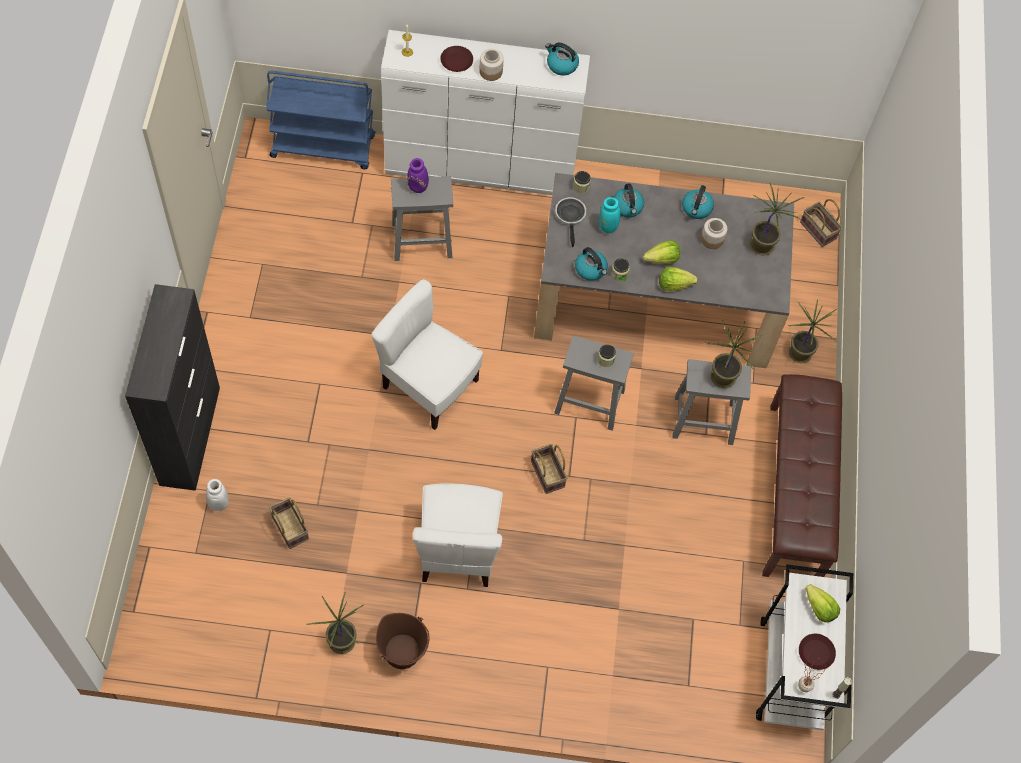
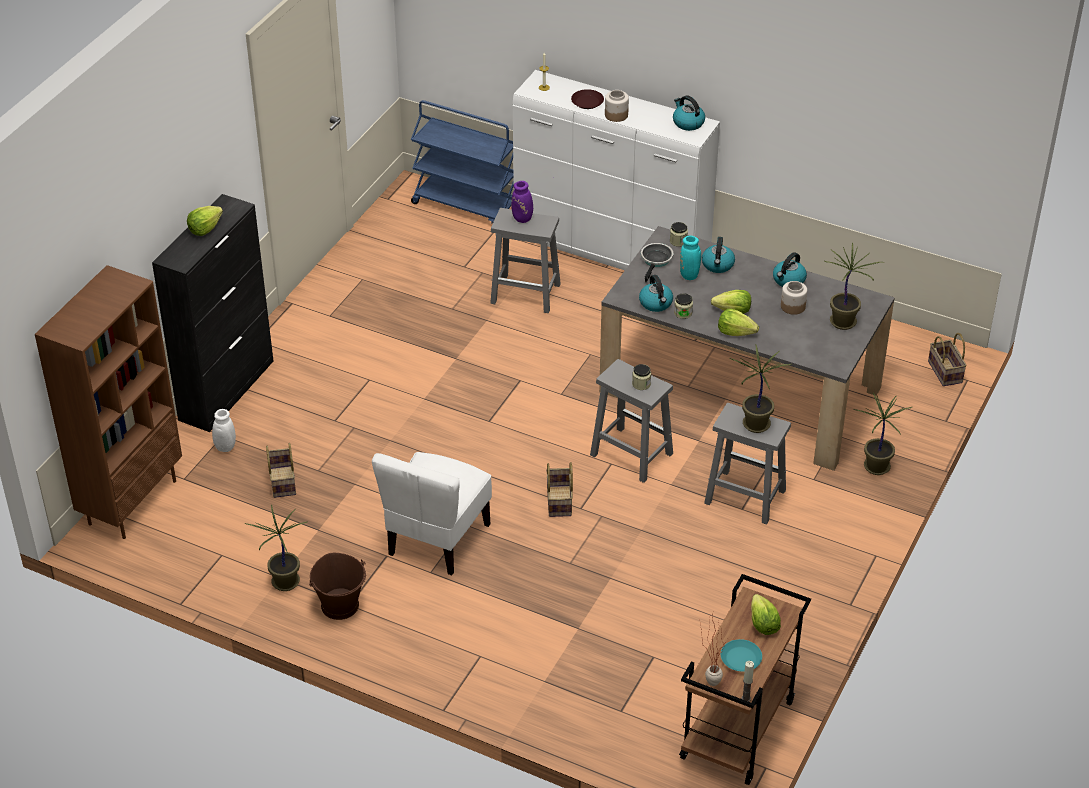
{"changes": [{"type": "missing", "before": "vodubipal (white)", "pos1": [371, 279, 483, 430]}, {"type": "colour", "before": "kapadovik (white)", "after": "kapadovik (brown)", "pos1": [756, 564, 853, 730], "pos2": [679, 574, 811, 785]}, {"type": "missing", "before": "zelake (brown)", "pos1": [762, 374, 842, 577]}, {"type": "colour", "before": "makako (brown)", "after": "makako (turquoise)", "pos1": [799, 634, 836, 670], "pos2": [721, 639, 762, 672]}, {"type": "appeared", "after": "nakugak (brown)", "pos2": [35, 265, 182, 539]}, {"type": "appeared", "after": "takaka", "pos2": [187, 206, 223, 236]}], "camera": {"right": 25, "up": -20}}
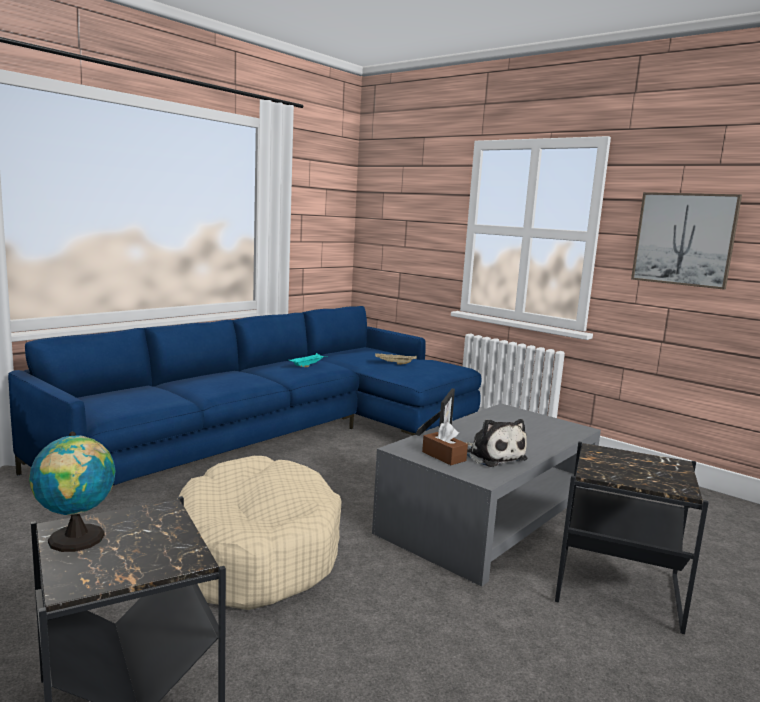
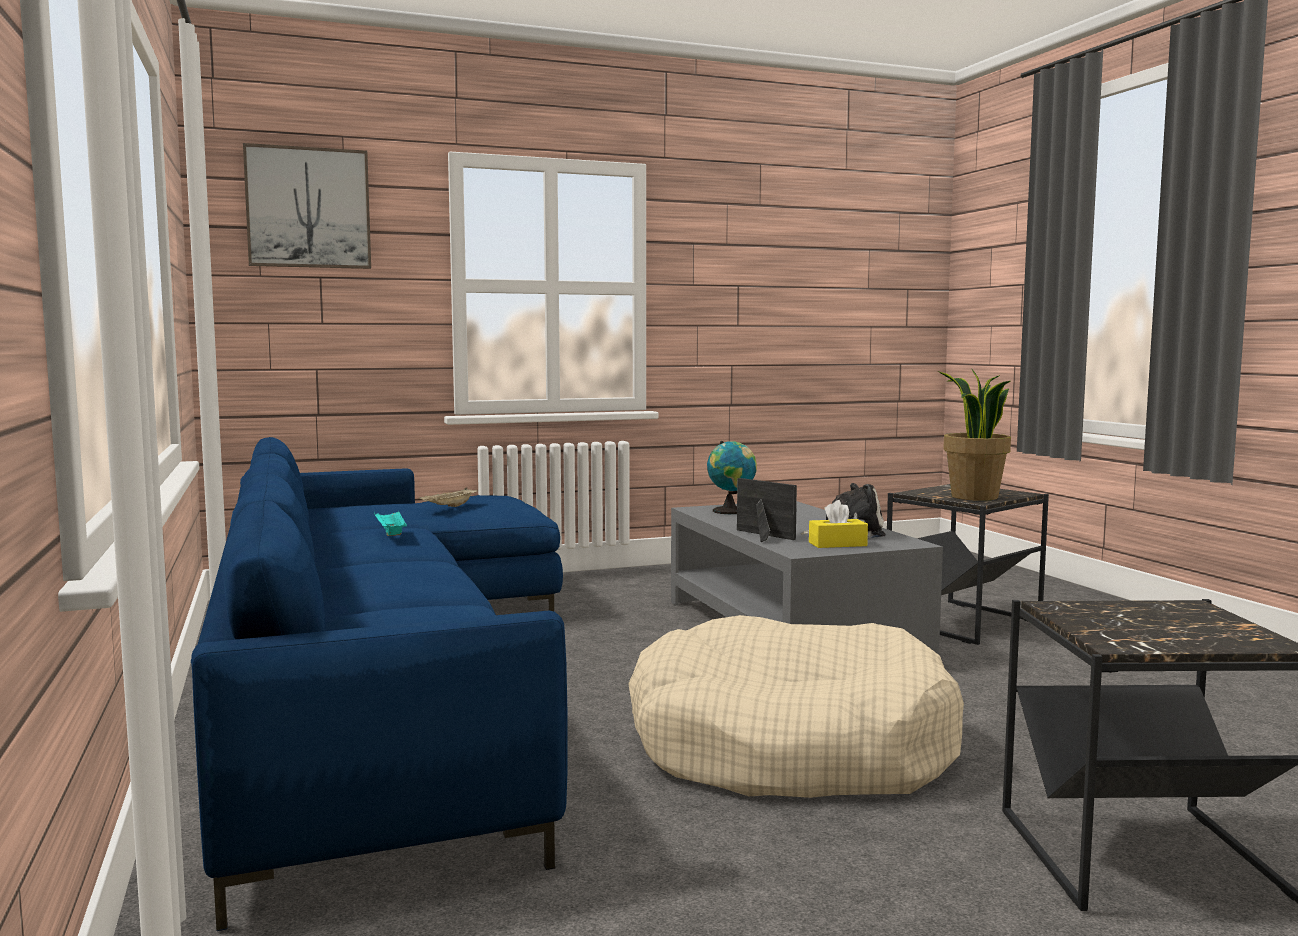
{"changes": [{"type": "relocated", "before": "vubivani", "pos1": [29, 432, 116, 552], "pos2": [707, 441, 757, 514]}, {"type": "colour", "before": "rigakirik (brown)", "after": "rigakirik (yellow)", "pos1": [422, 422, 468, 465], "pos2": [809, 500, 868, 548]}, {"type": "relocated", "before": "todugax", "pos1": [631, 192, 742, 289], "pos2": [243, 143, 371, 269]}, {"type": "appeared", "after": "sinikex", "pos2": [938, 368, 1011, 501]}], "camera": {"right": -60, "up": -5}}
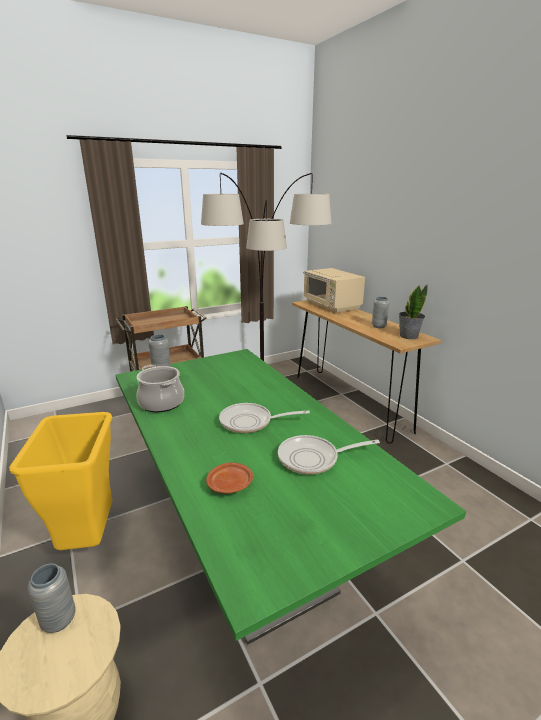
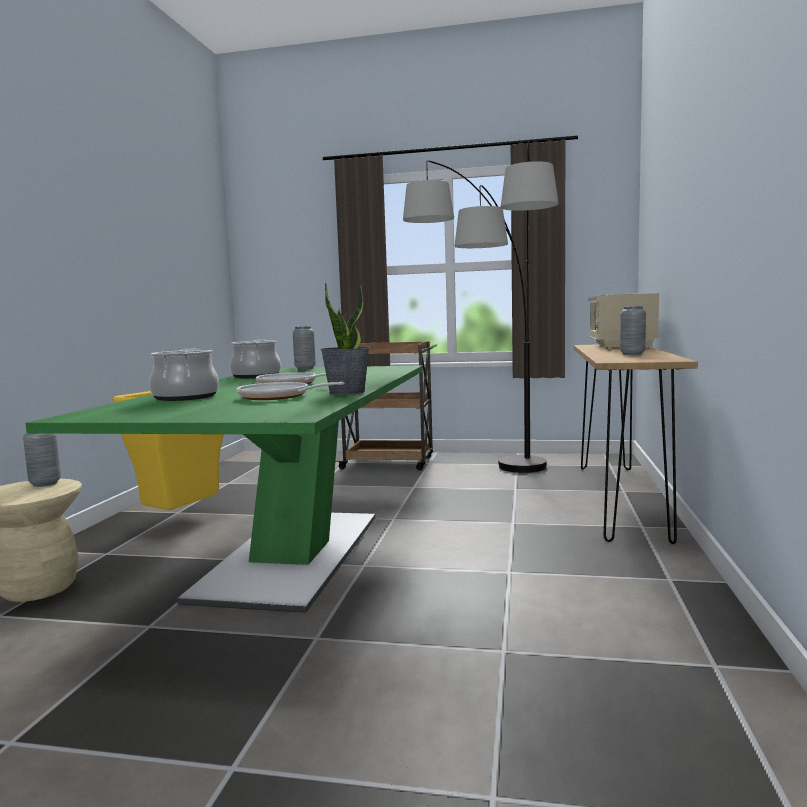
{"changes": [{"type": "exchanged", "before": "makako (brown)", "after": "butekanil", "pos1": [206, 462, 253, 494], "pos2": [149, 349, 219, 401]}, {"type": "relocated", "before": "sinikex", "pos1": [399, 284, 428, 339], "pos2": [320, 282, 370, 395]}], "camera": {"right": 40, "up": -15}}
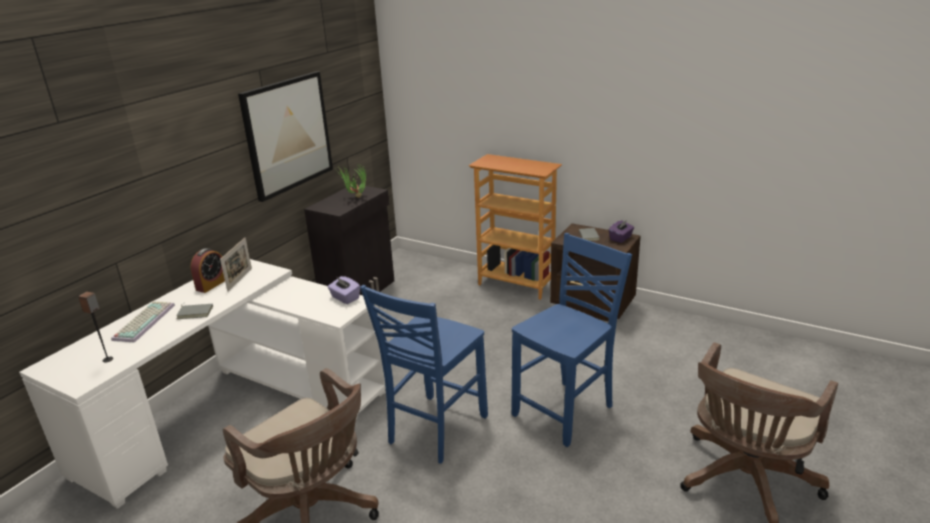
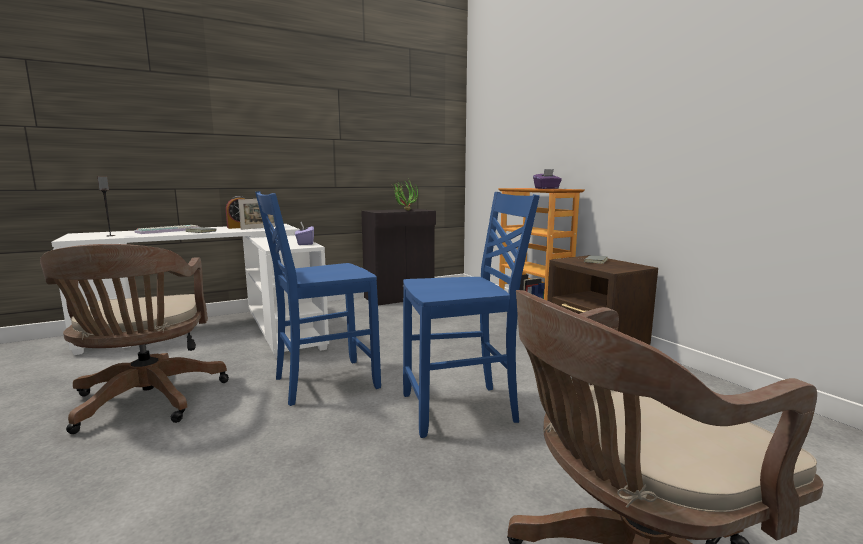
{"changes": [{"type": "missing", "before": "todugax", "pos1": [238, 71, 333, 202]}, {"type": "relocated", "before": "rigakirik (purple)", "pos1": [609, 219, 634, 243], "pos2": [533, 169, 562, 189]}], "camera": {"right": 30, "up": -15}}
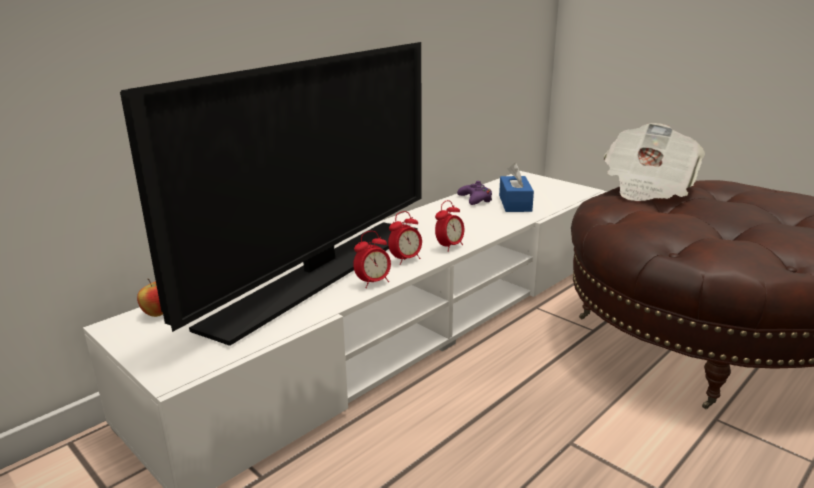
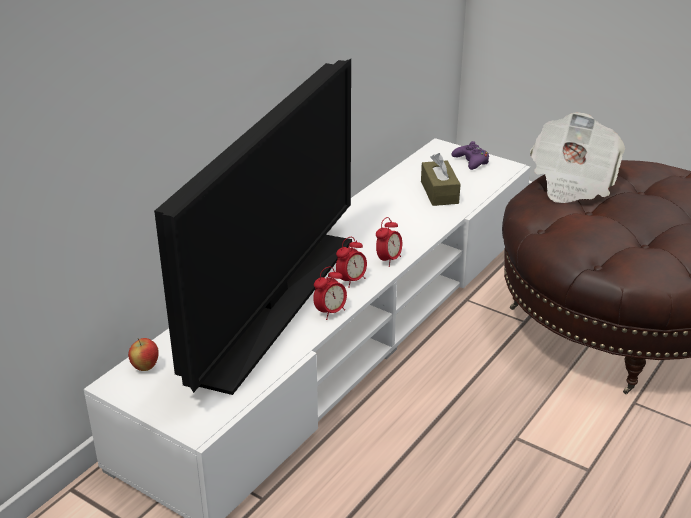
{"changes": [{"type": "relocated", "before": "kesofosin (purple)", "pos1": [457, 181, 492, 205], "pos2": [452, 141, 489, 170]}, {"type": "colour", "before": "rigakirik (blue)", "after": "rigakirik (brown)", "pos1": [499, 163, 534, 212], "pos2": [421, 153, 461, 206]}], "camera": {"right": -10, "up": 10}}
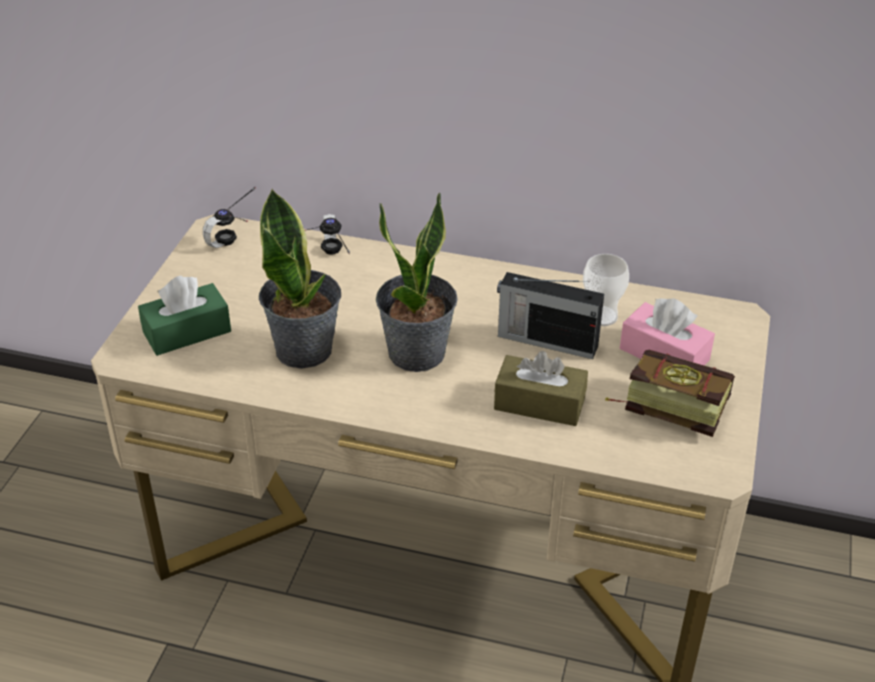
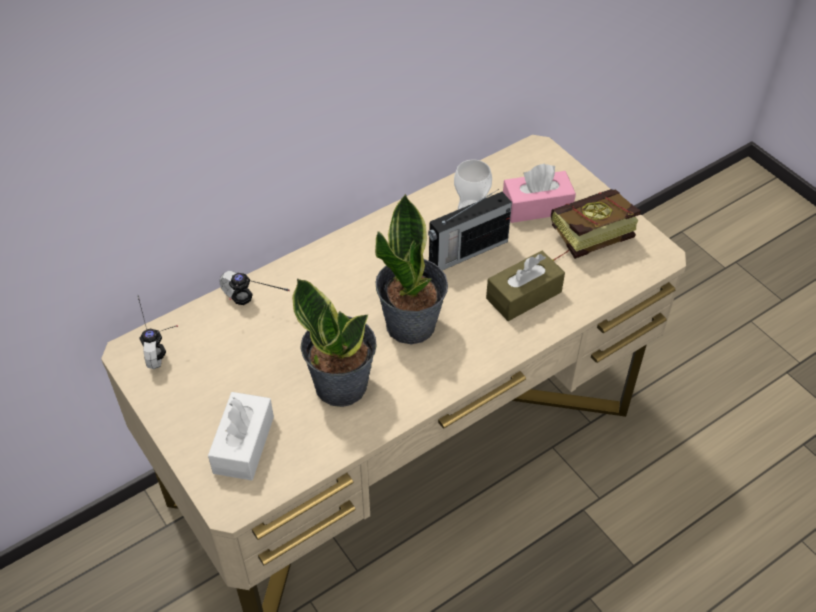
{"changes": [{"type": "colour", "before": "rigakirik (green)", "after": "rigakirik (white)", "pos1": [138, 276, 231, 356], "pos2": [208, 392, 274, 481]}], "camera": {"right": -50, "up": 10}}
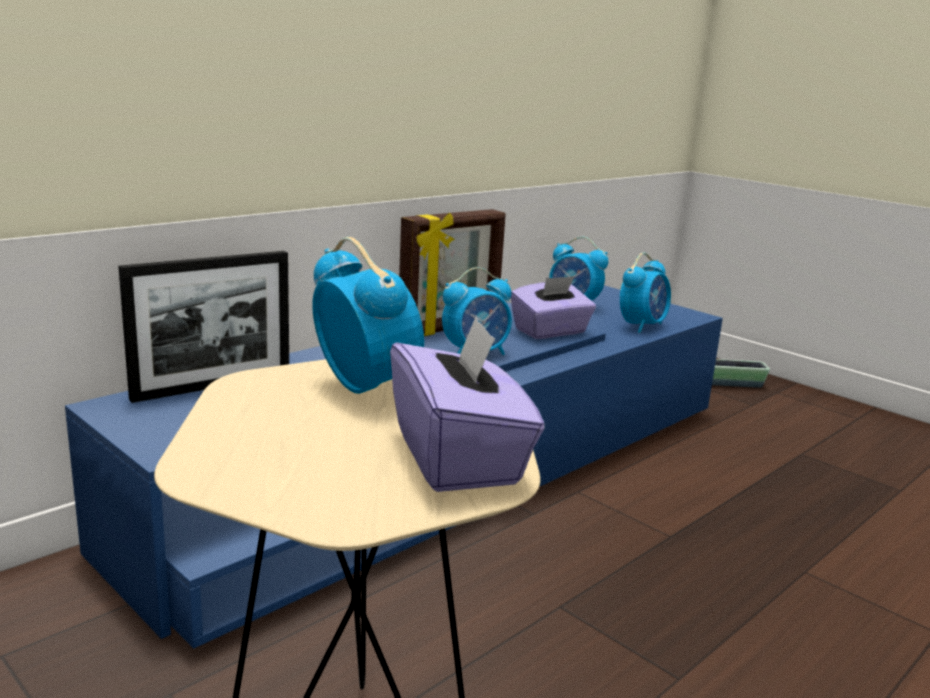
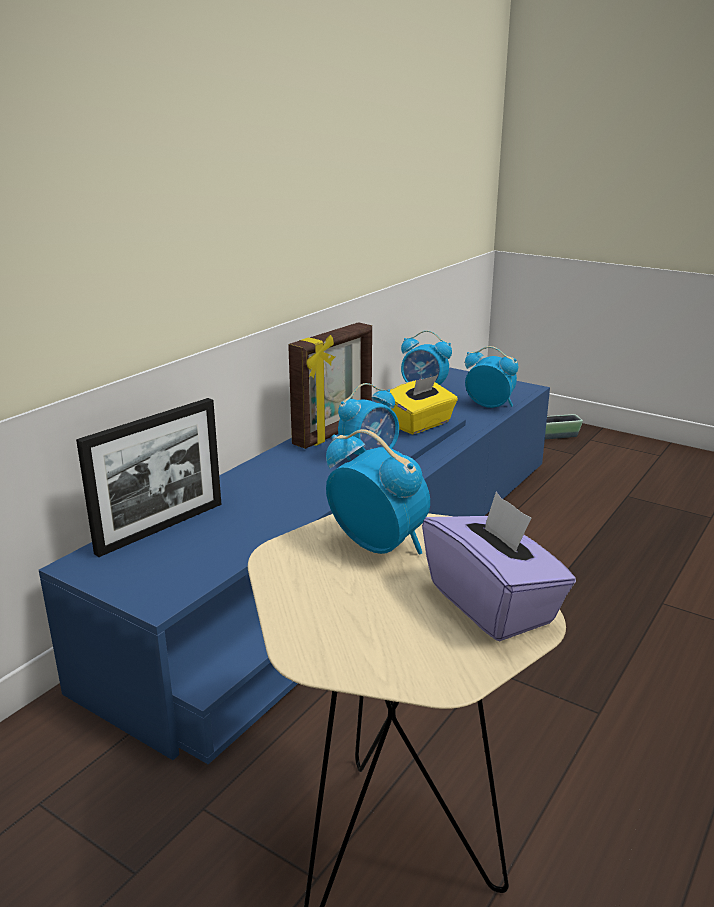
{"changes": [{"type": "colour", "before": "rigakirik (purple)", "after": "rigakirik (yellow)", "pos1": [511, 276, 596, 339], "pos2": [390, 375, 458, 434]}, {"type": "spun", "before": "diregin", "pos1": [620, 252, 671, 333], "pos2": [465, 346, 518, 408], "turn": -90}], "camera": {"right": -10, "up": 5}}
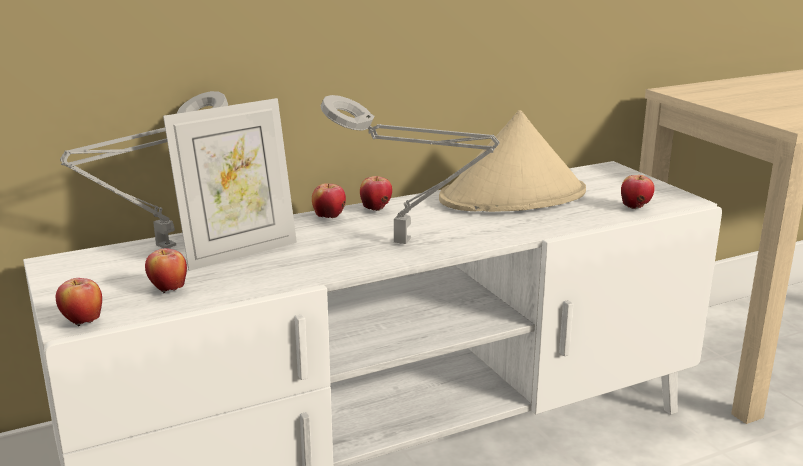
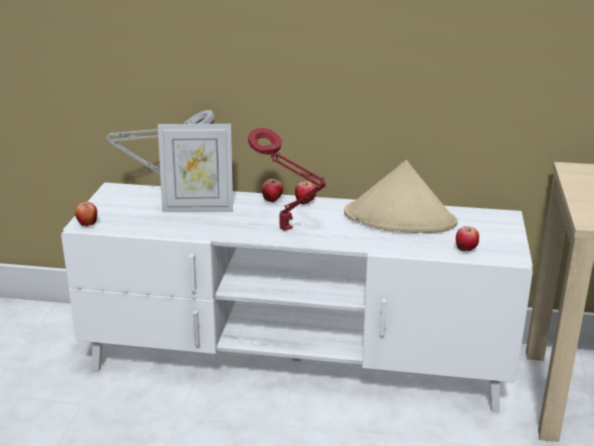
{"changes": [{"type": "missing", "before": "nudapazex", "pos1": [145, 248, 187, 293]}, {"type": "colour", "before": "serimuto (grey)", "after": "serimuto (red)", "pos1": [321, 95, 500, 244], "pos2": [248, 128, 326, 231]}], "camera": {"right": 35, "up": 5}}
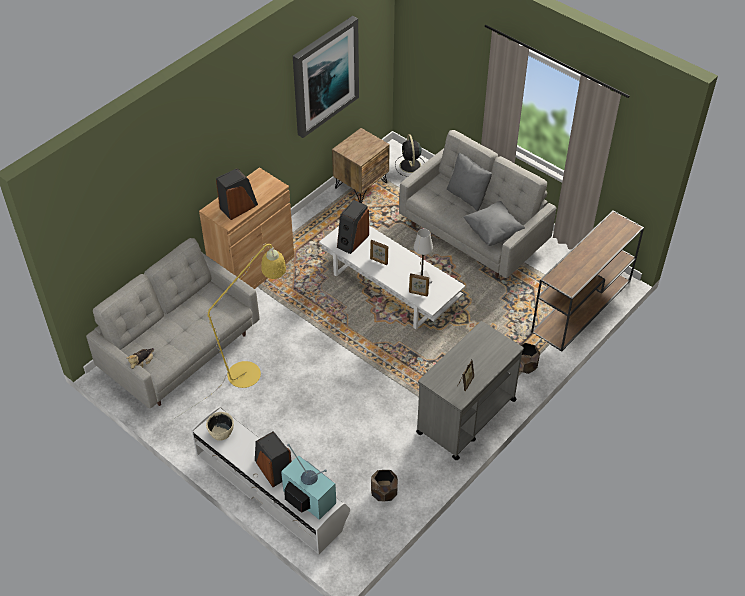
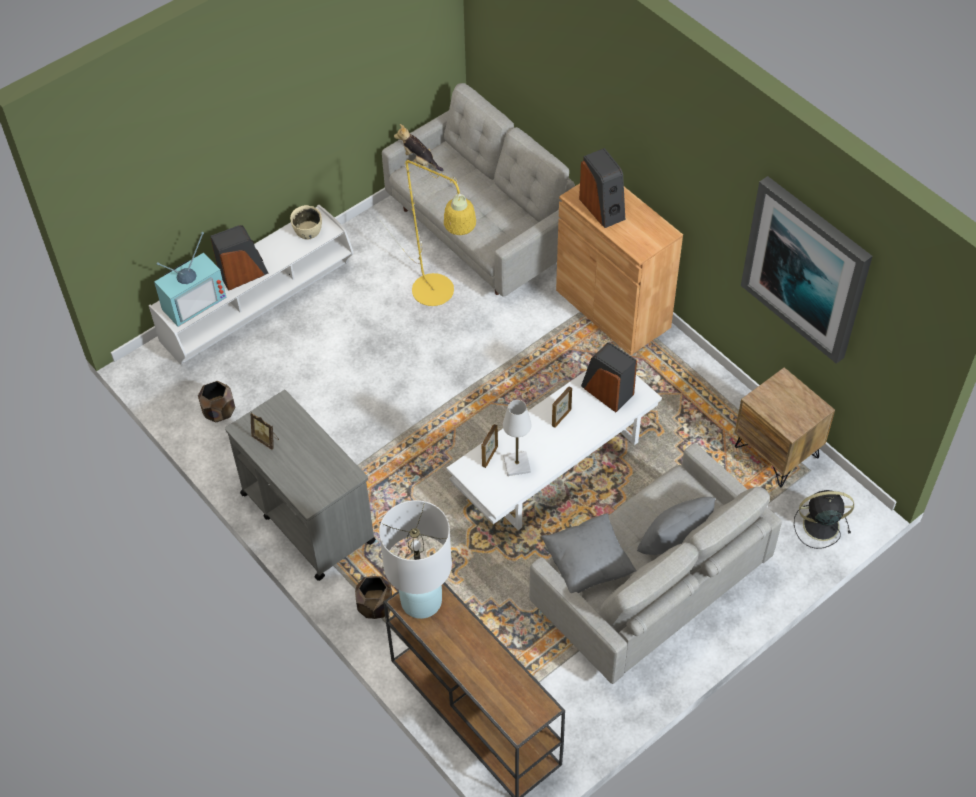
{"changes": [{"type": "appeared", "after": "serimuto (white)", "pos2": [379, 500, 452, 619]}], "camera": {"right": 100, "up": 5}}
